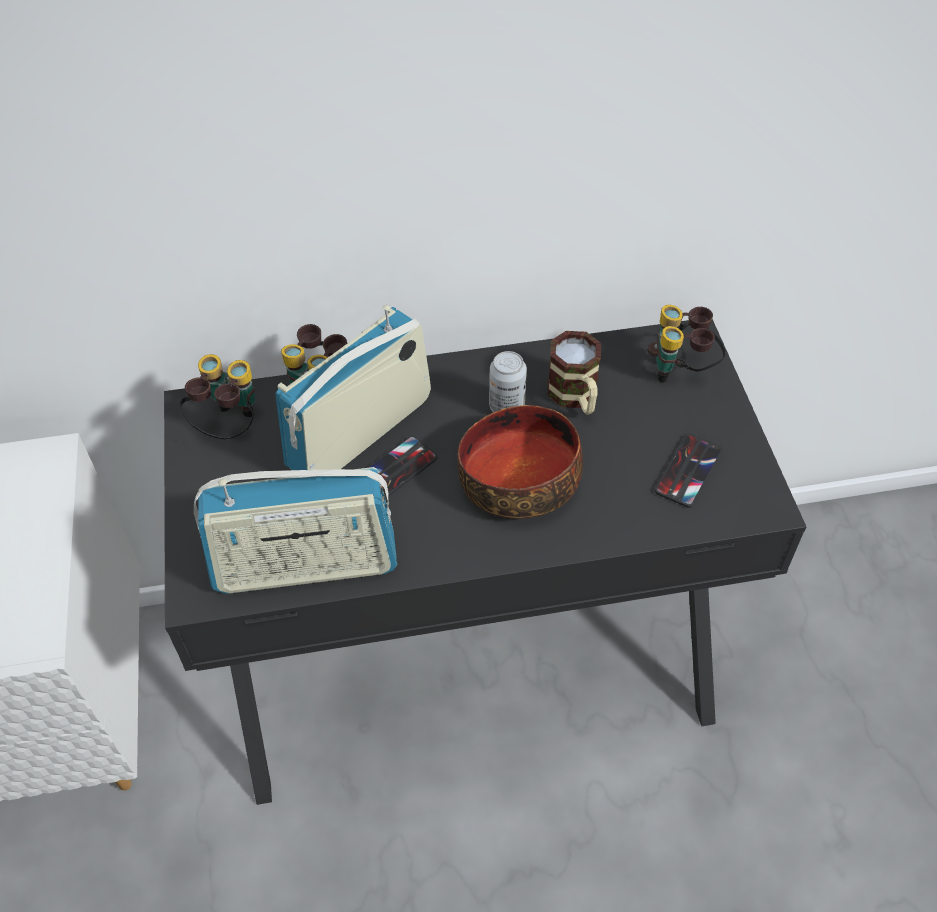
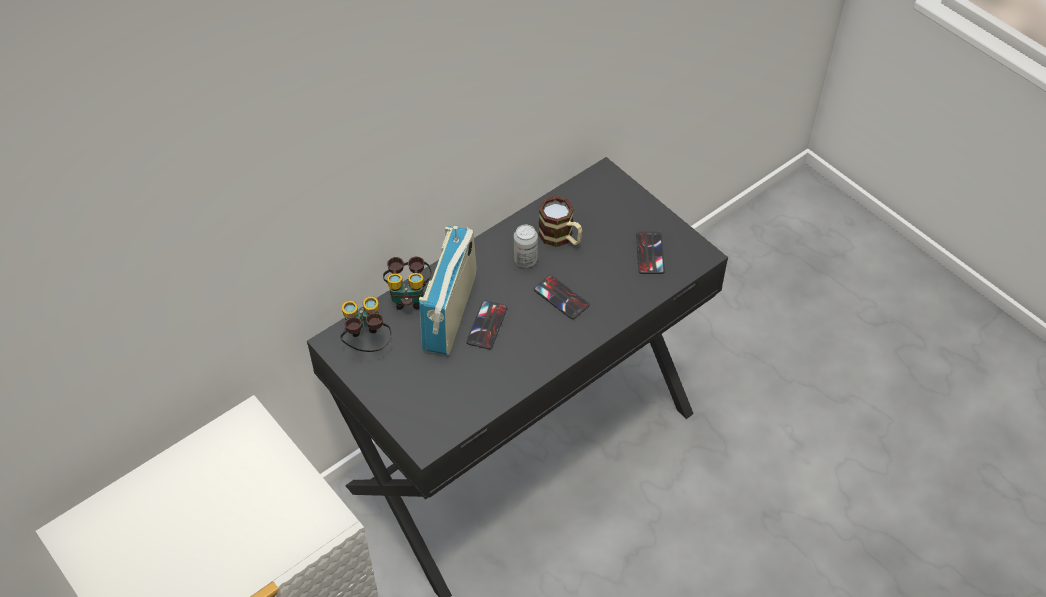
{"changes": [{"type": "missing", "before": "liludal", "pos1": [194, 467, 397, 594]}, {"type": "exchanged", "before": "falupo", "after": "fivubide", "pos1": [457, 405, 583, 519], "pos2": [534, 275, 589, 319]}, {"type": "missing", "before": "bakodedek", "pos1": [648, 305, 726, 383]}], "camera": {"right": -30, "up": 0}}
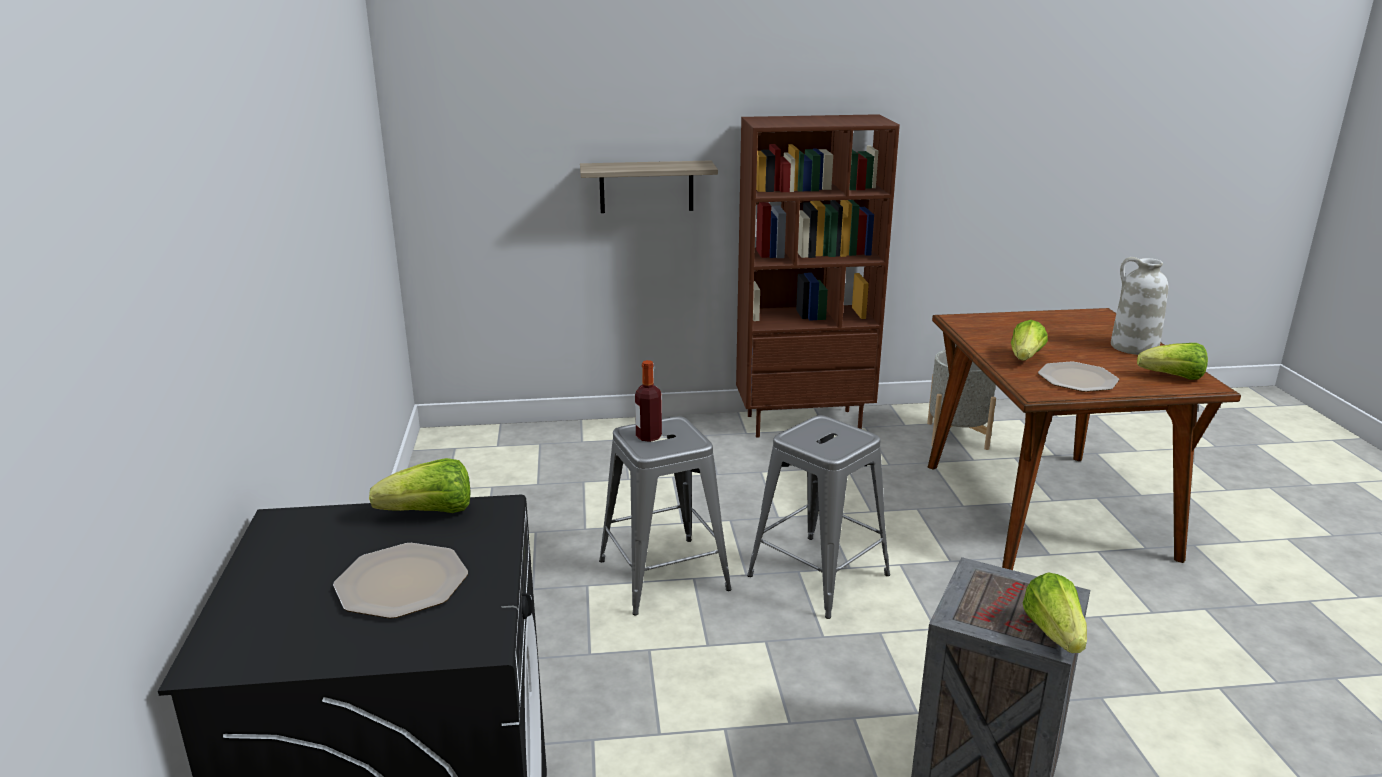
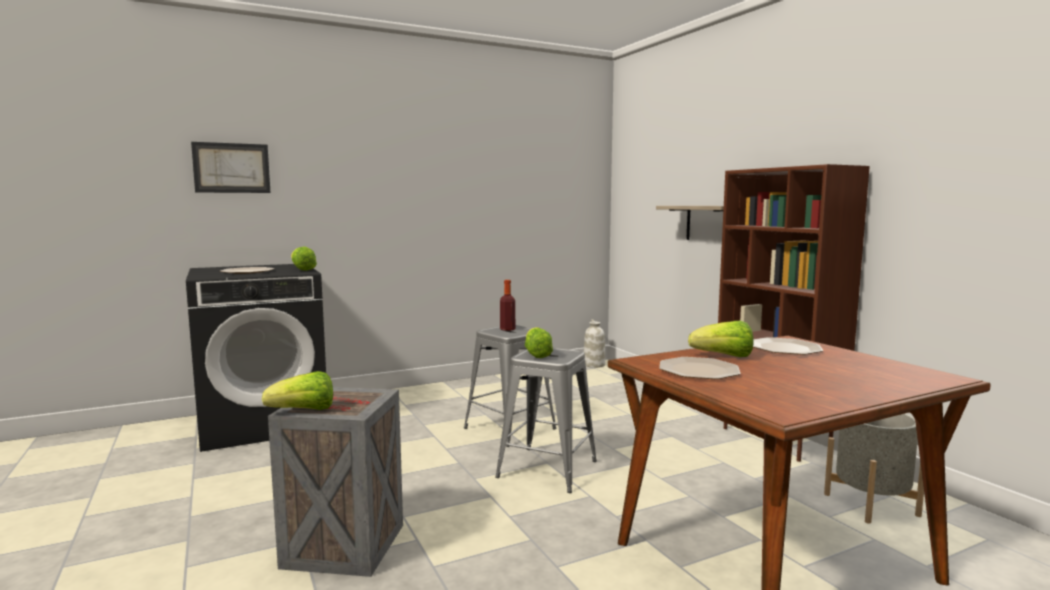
{"changes": [{"type": "relocated", "before": "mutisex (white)", "pos1": [1111, 257, 1168, 355], "pos2": [584, 319, 605, 368]}, {"type": "relocated", "before": "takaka", "pos1": [1137, 343, 1208, 380], "pos2": [525, 327, 553, 358]}, {"type": "appeared", "after": "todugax", "pos2": [191, 142, 271, 193]}, {"type": "appeared", "after": "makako", "pos2": [753, 337, 823, 355]}], "camera": {"right": 70, "up": -15}}
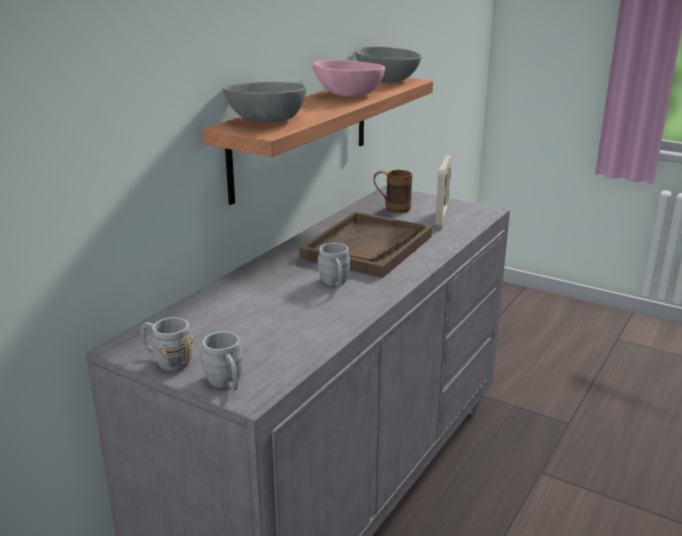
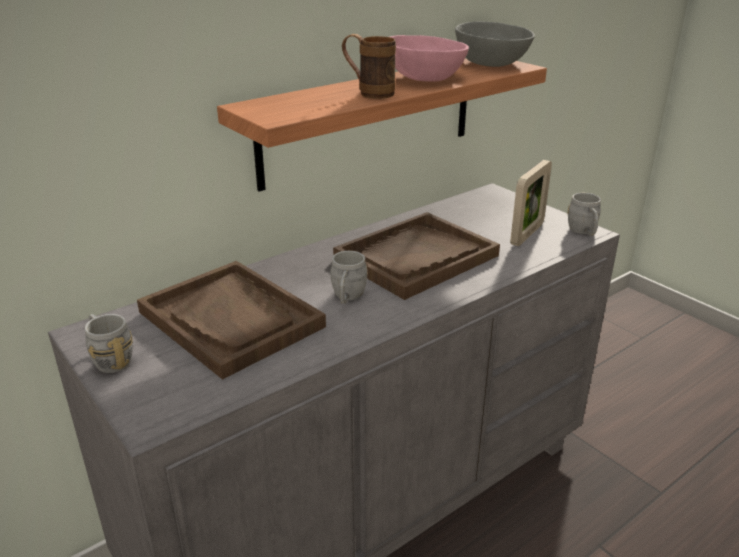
{"changes": [{"type": "relocated", "before": "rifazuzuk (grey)", "pos1": [201, 332, 243, 391], "pos2": [567, 193, 601, 236]}, {"type": "missing", "before": "falupo (grey)", "pos1": [223, 82, 306, 123]}, {"type": "relocated", "before": "rifazuzuk (brown)", "pos1": [374, 170, 413, 213], "pos2": [342, 34, 396, 99]}, {"type": "appeared", "after": "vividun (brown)", "pos2": [137, 261, 326, 380]}], "camera": {"right": 20, "up": 5}}
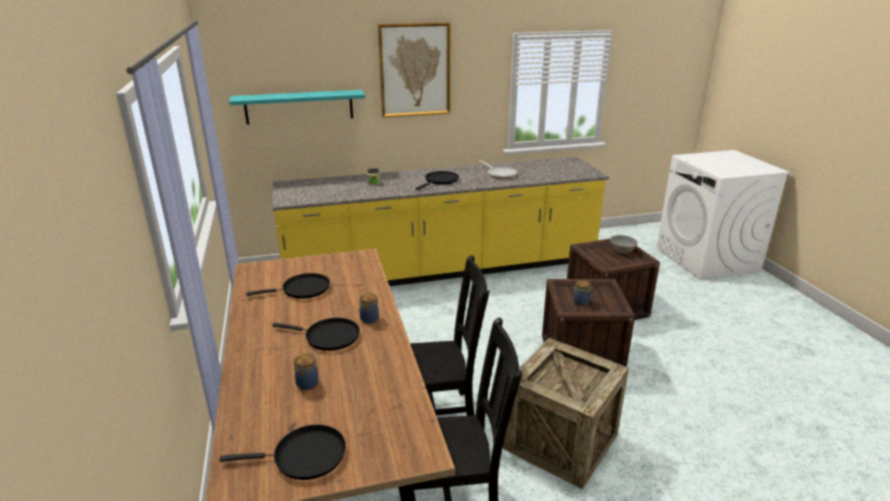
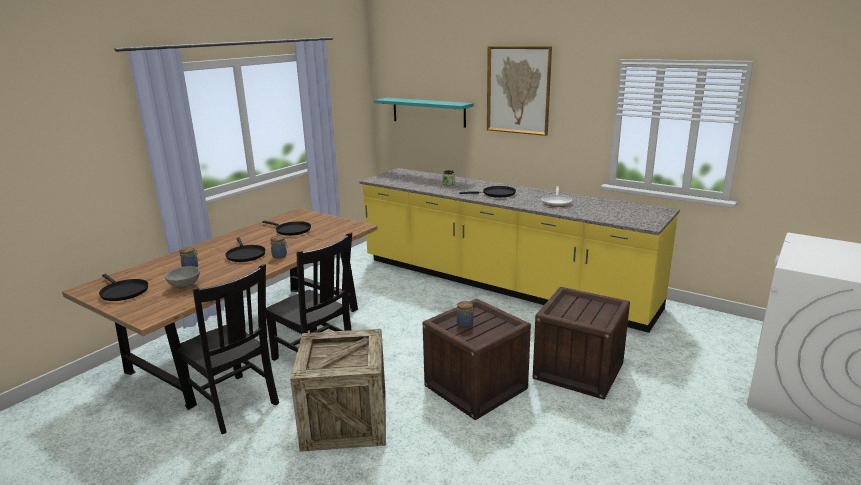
{"changes": [{"type": "relocated", "before": "falupo (grey)", "pos1": [610, 235, 638, 254], "pos2": [165, 266, 200, 288]}], "camera": {"right": 50, "up": -5}}
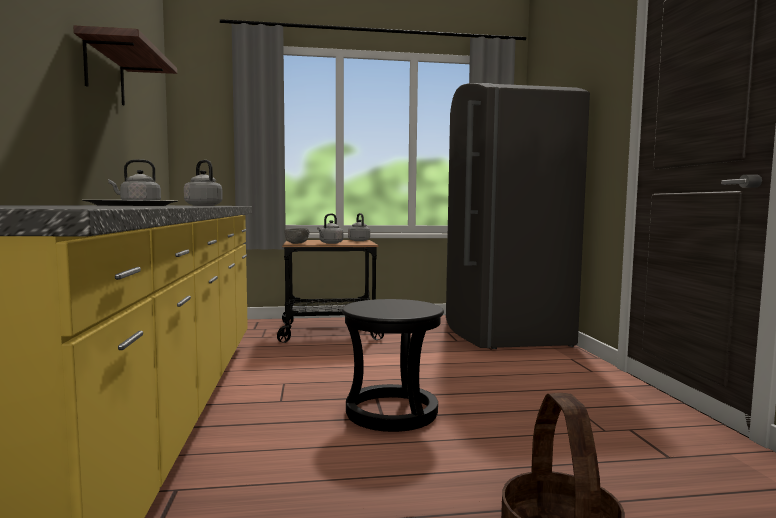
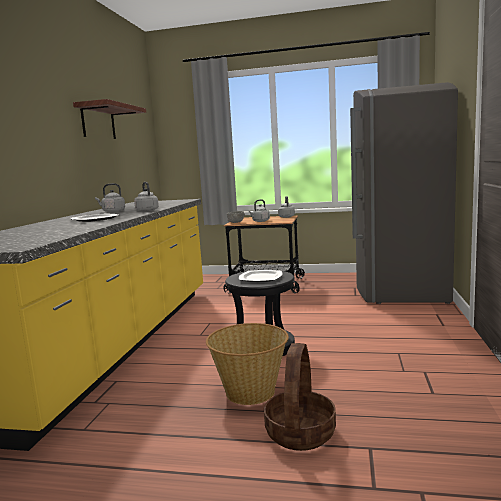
{"changes": [{"type": "appeared", "after": "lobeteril", "pos2": [206, 323, 289, 405]}, {"type": "appeared", "after": "makako", "pos2": [239, 270, 283, 282]}], "camera": {"right": 20, "up": 5}}
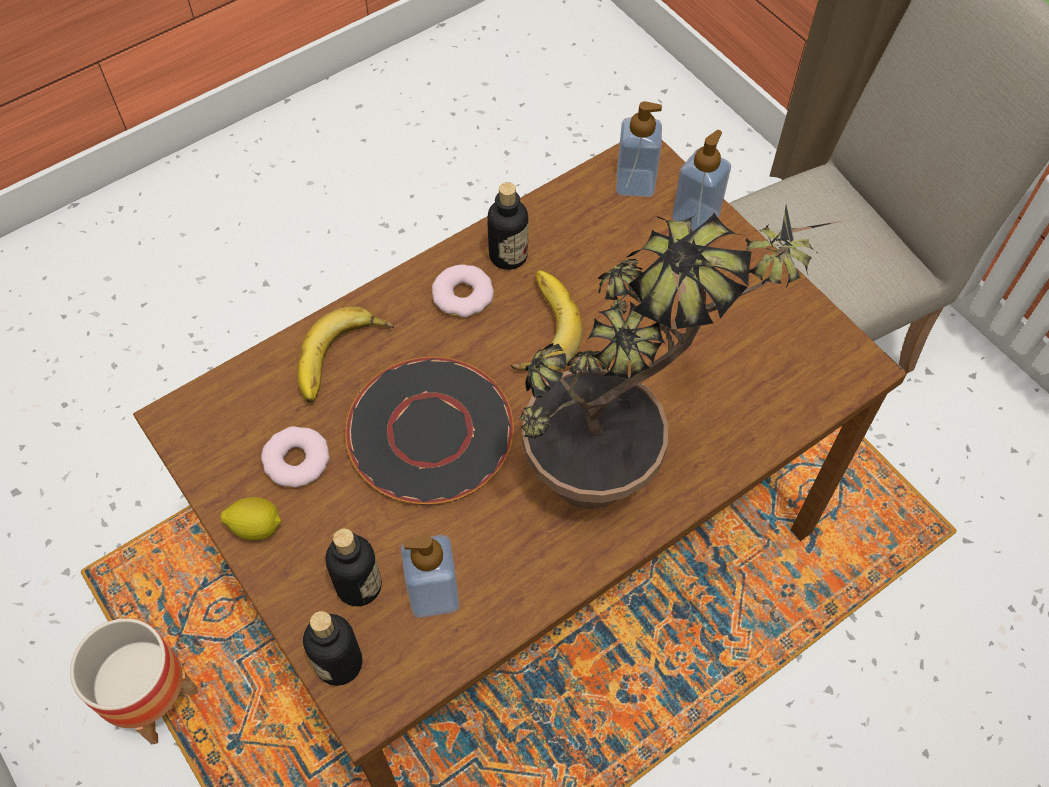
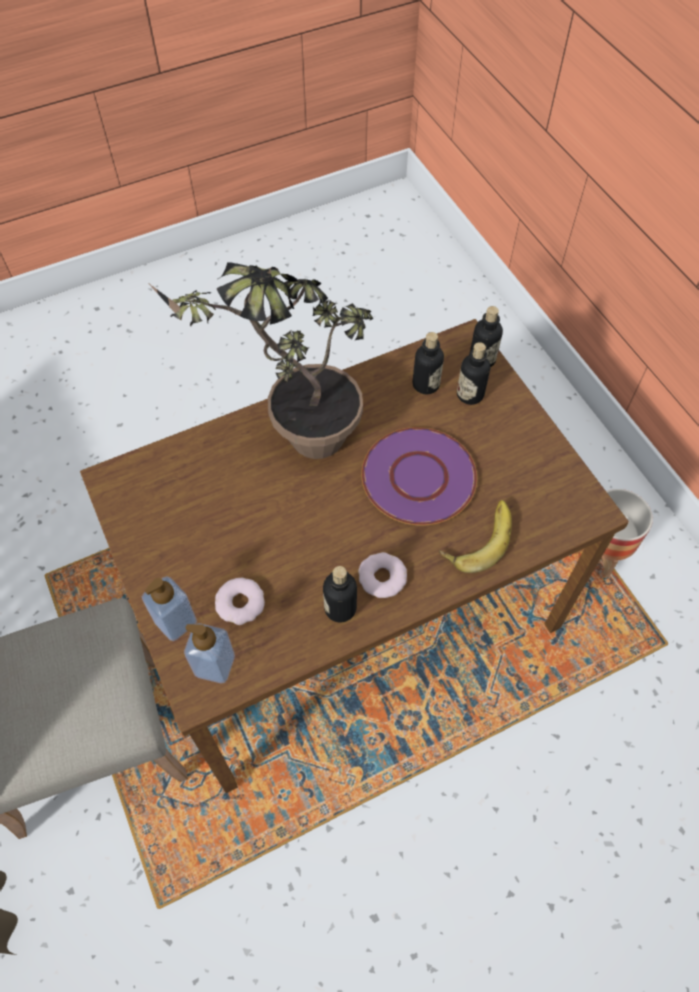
{"changes": [{"type": "missing", "before": "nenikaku", "pos1": [221, 497, 282, 540]}, {"type": "relocated", "before": "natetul", "pos1": [261, 426, 330, 488], "pos2": [215, 578, 265, 625]}, {"type": "colour", "before": "makako (black)", "after": "makako (purple)", "pos1": [345, 357, 514, 504], "pos2": [361, 427, 477, 526]}, {"type": "exchanged", "before": "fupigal", "after": "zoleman", "pos1": [401, 534, 460, 618], "pos2": [413, 332, 444, 394]}, {"type": "missing", "before": "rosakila", "pos1": [511, 270, 583, 371]}], "camera": {"right": -170, "up": 0}}
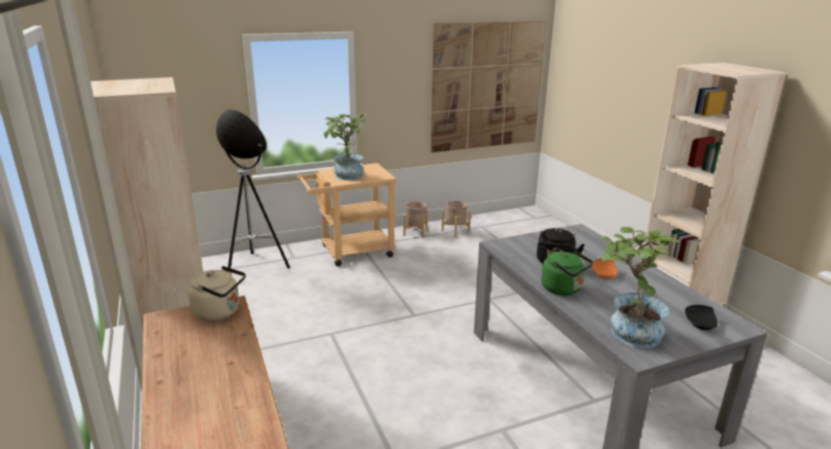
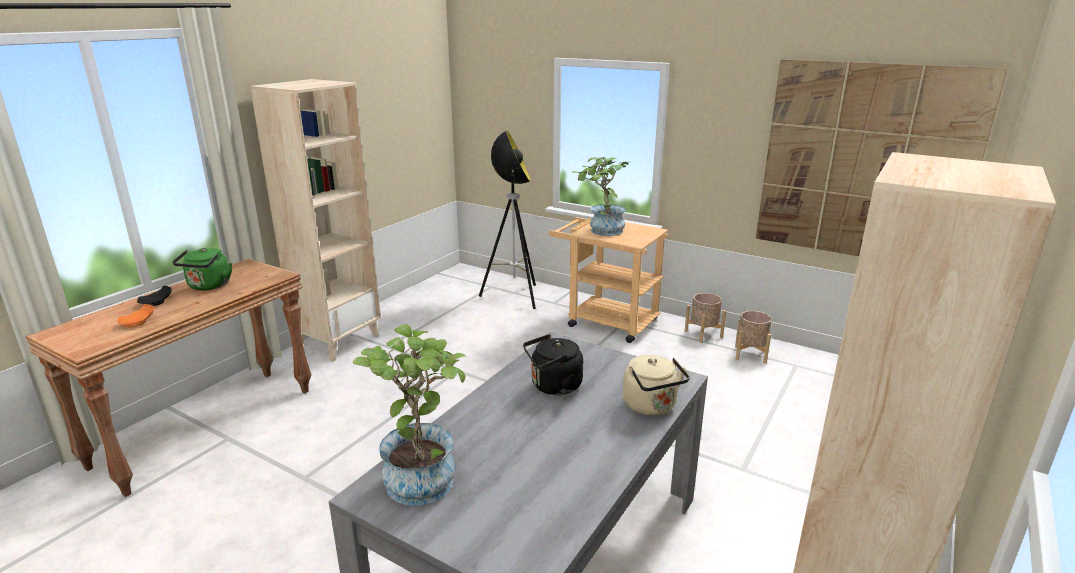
{"changes": [{"type": "relocated", "before": "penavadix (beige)", "pos1": [188, 266, 245, 321], "pos2": [623, 355, 690, 416]}, {"type": "relocated", "before": "penavadix (green)", "pos1": [541, 250, 593, 295], "pos2": [172, 248, 232, 291]}, {"type": "relocated", "before": "makako (orange)", "pos1": [591, 259, 617, 279], "pos2": [117, 304, 154, 327]}, {"type": "relocated", "before": "makako (black)", "pos1": [685, 305, 718, 330], "pos2": [137, 286, 172, 306]}], "camera": {"right": 55, "up": 0}}
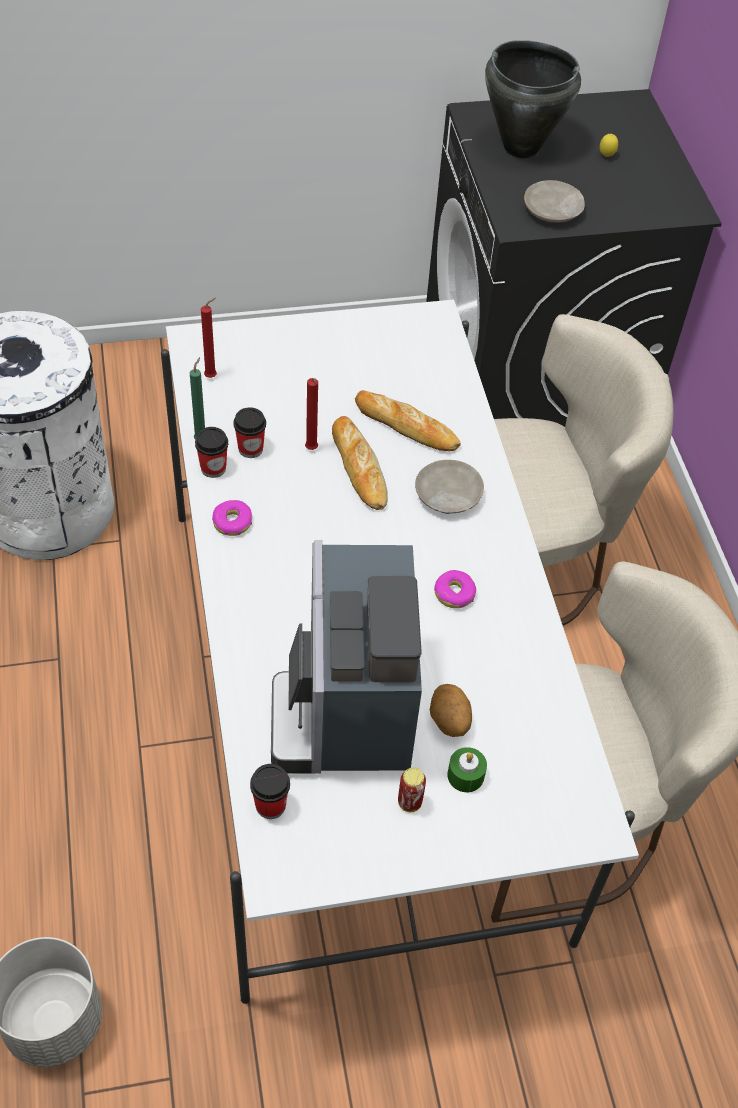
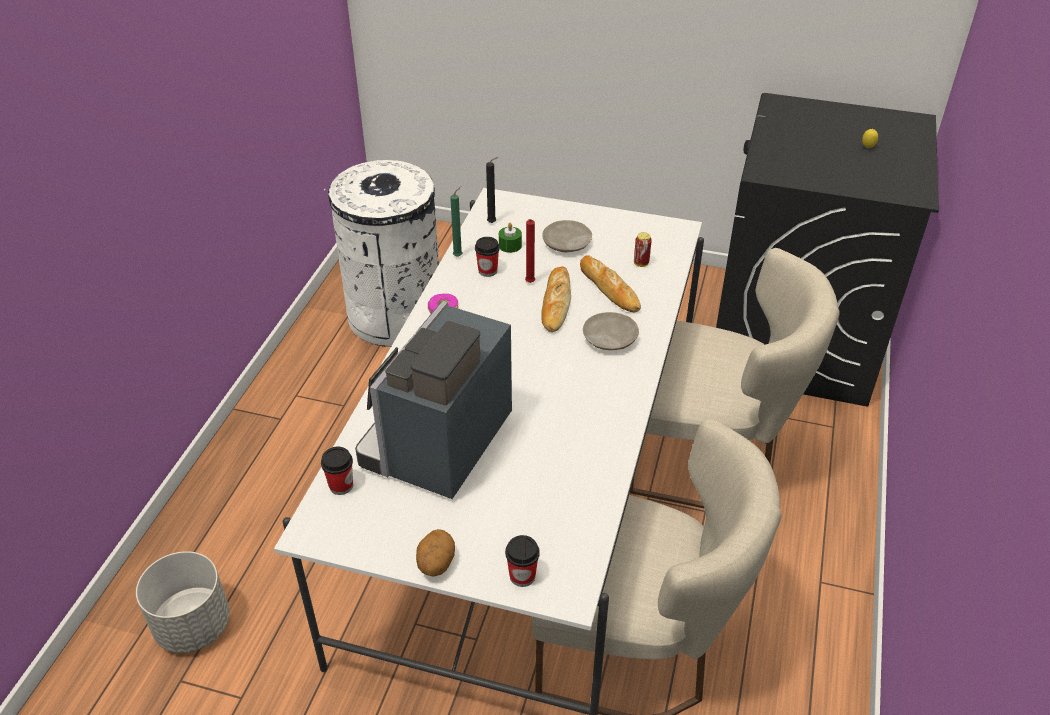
{"changes": [{"type": "relocated", "before": "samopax", "pos1": [195, 427, 228, 478], "pos2": [505, 535, 540, 587]}, {"type": "colour", "before": "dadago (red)", "after": "dadago (black)", "pos1": [201, 298, 217, 378], "pos2": [486, 157, 498, 223]}, {"type": "relocated", "before": "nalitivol", "pos1": [398, 768, 426, 812], "pos2": [634, 232, 652, 267]}, {"type": "relocated", "before": "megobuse", "pos1": [430, 684, 472, 737], "pos2": [416, 529, 455, 577]}, {"type": "missing", "before": "natetul", "pos1": [434, 570, 476, 608]}, {"type": "relocated", "before": "dadago (green)", "pos1": [447, 747, 487, 792], "pos2": [499, 223, 522, 253]}, {"type": "missing", "before": "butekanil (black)", "pos1": [485, 40, 581, 158]}, {"type": "relocated", "before": "makako (beige)", "pos1": [524, 180, 585, 223], "pos2": [542, 220, 592, 252]}], "camera": {"right": 30, "up": -10}}
